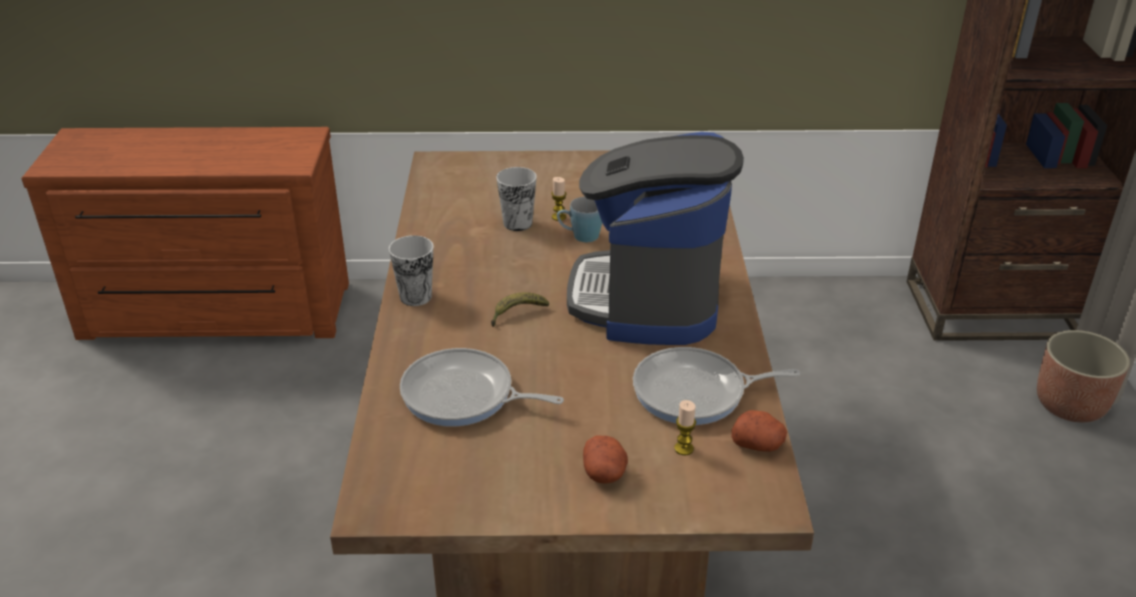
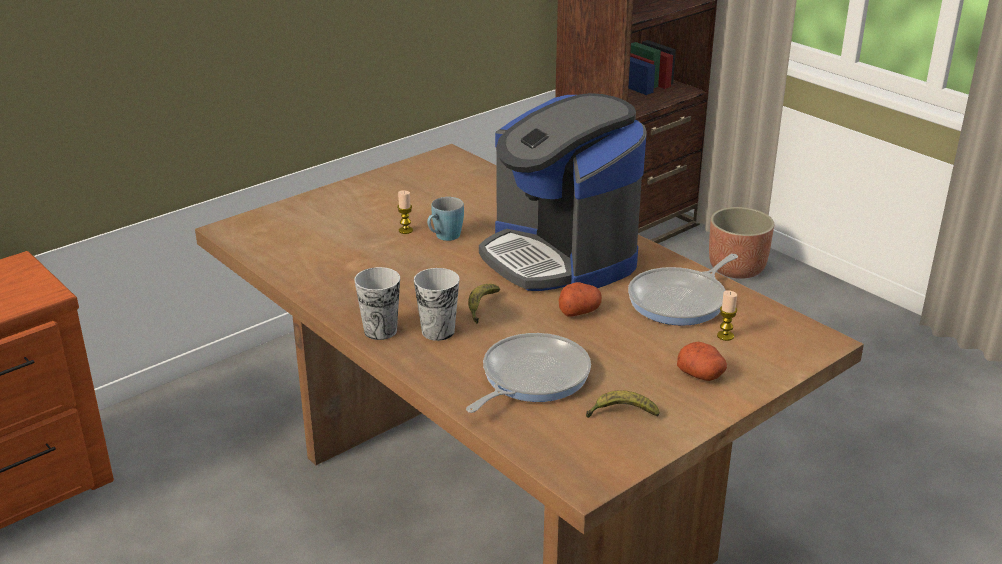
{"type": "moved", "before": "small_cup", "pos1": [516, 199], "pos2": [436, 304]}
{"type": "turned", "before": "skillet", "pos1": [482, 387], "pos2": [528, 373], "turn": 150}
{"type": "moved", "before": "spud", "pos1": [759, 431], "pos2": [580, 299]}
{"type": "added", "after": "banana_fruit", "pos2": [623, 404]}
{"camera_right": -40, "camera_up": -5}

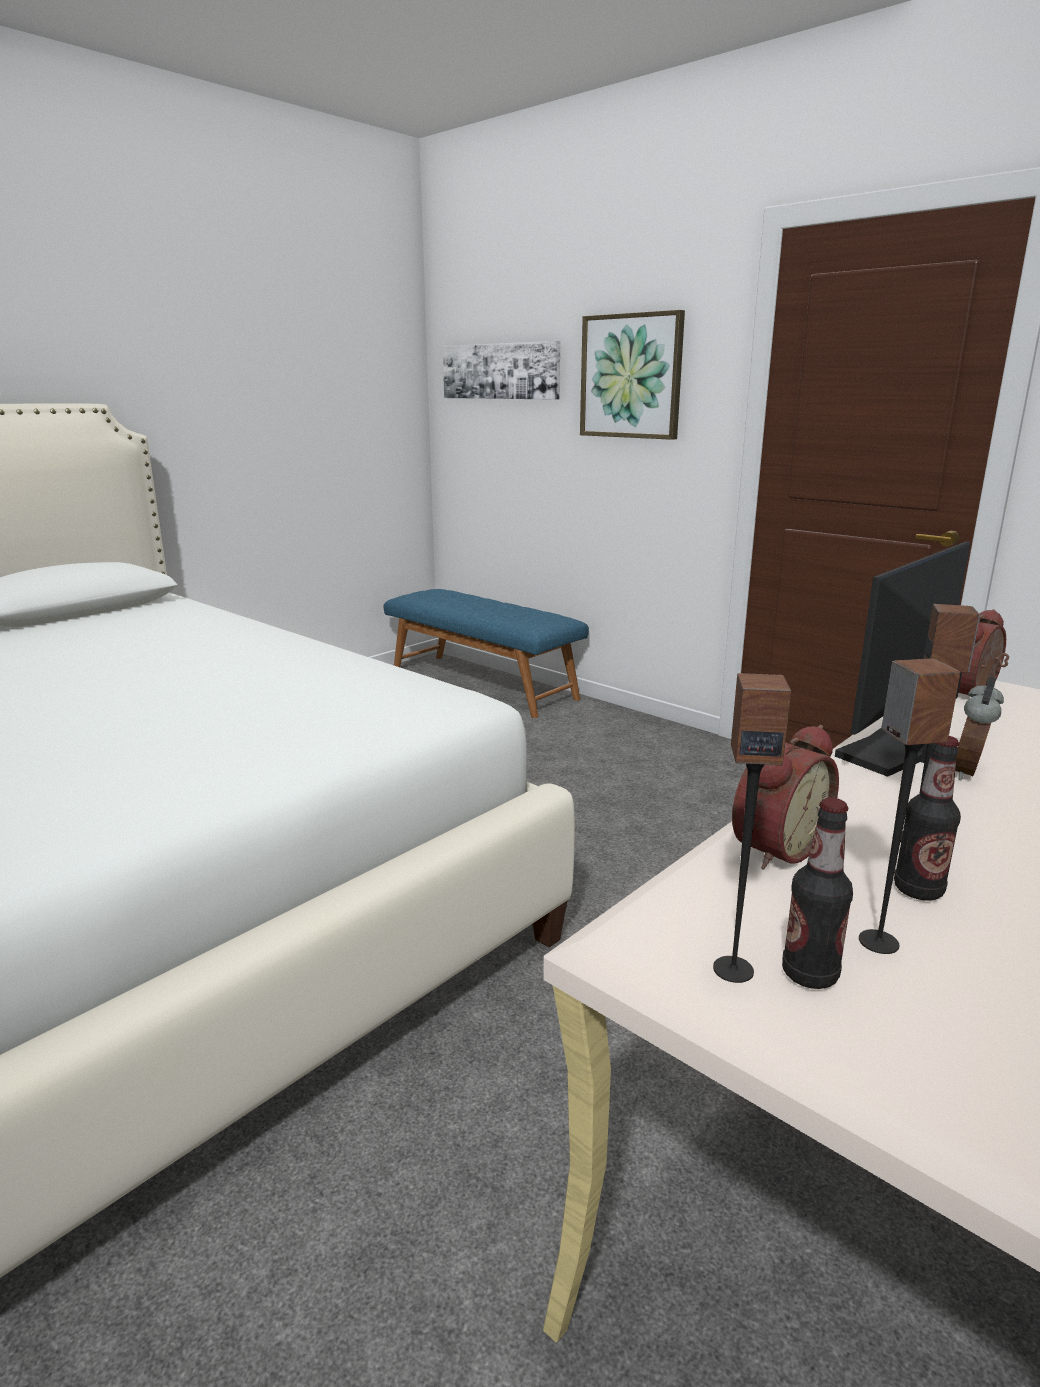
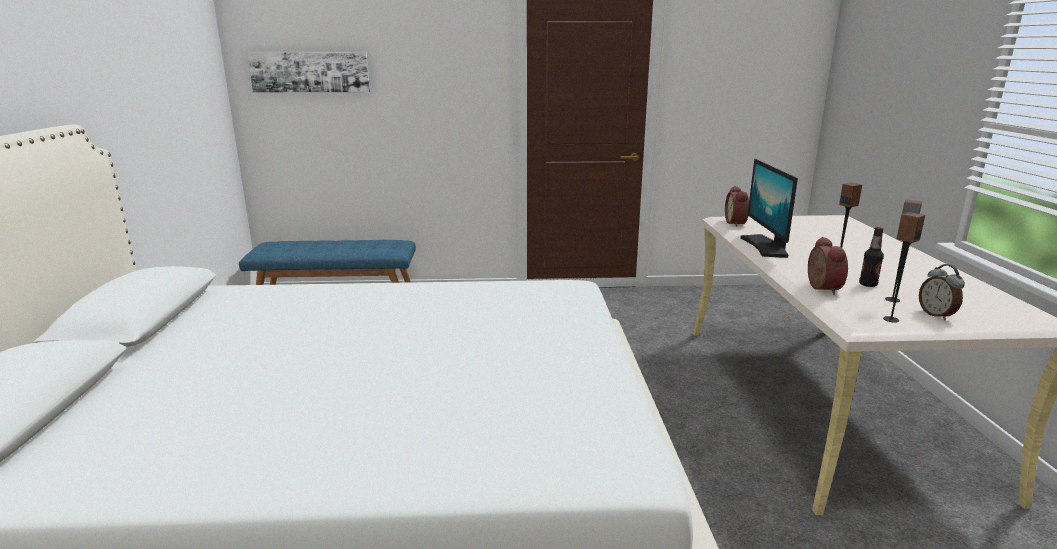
{"type": "removed", "before": "wall_art", "pos1": [632, 375]}
{"type": "moved", "before": "bedside_clock", "pos1": [979, 728], "pos2": [942, 292]}
{"type": "removed", "before": "beverage_bottle", "pos1": [817, 893]}
{"camera_right": -45, "camera_up": 0}

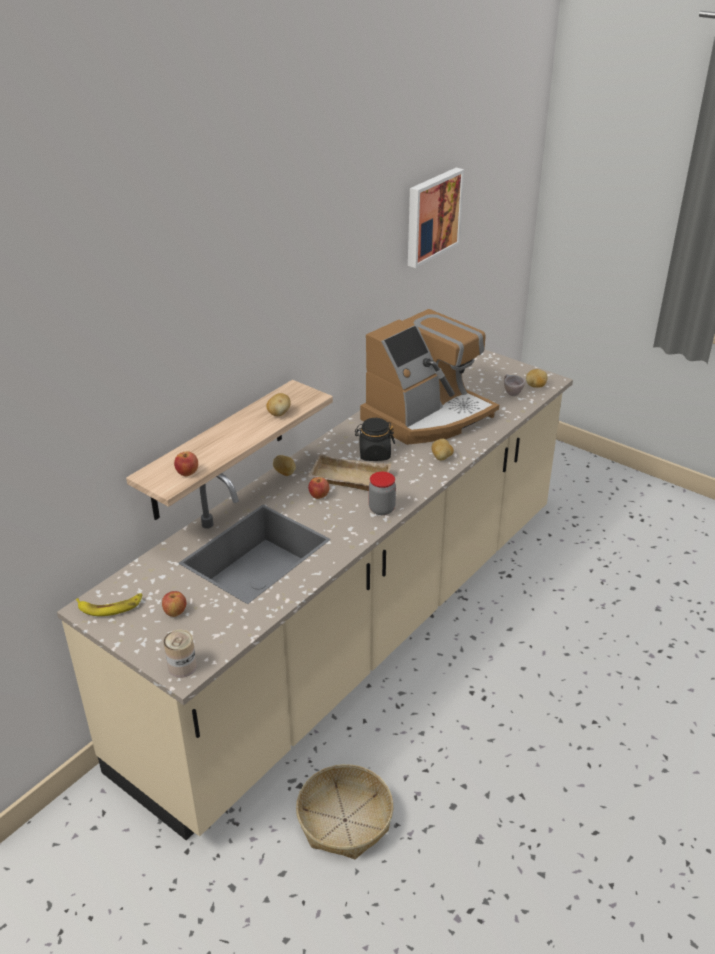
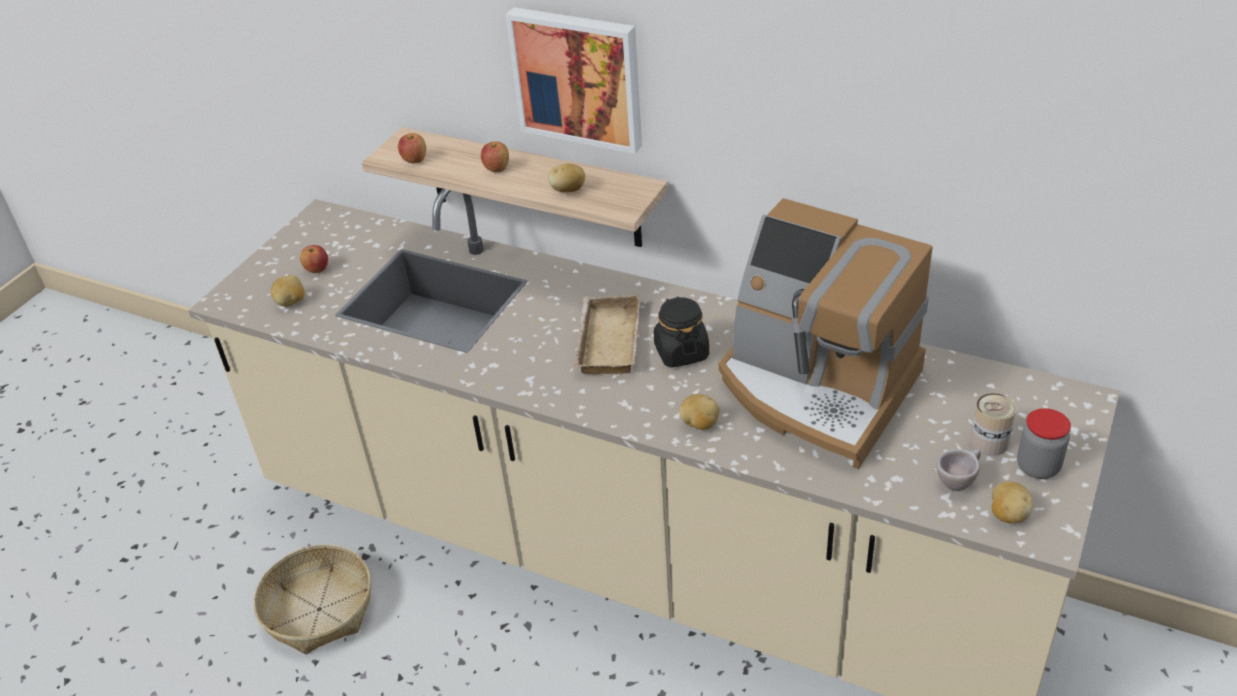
{"type": "moved", "before": "wall_art", "pos1": [436, 218], "pos2": [573, 80]}
{"type": "moved", "before": "spud", "pos1": [284, 465], "pos2": [288, 291]}
{"type": "moved", "before": "storage_jar", "pos1": [382, 493], "pos2": [1044, 443]}
{"type": "moved", "before": "whole_apple", "pos1": [318, 488], "pos2": [495, 156]}
{"type": "removed", "before": "banana_fruit", "pos1": [109, 604]}
{"type": "moved", "before": "can", "pos1": [180, 654], "pos2": [993, 424]}
{"camera_right": 80, "camera_up": 5}

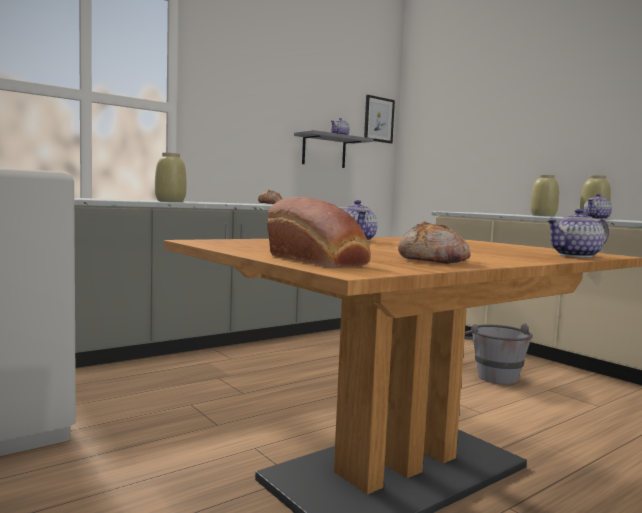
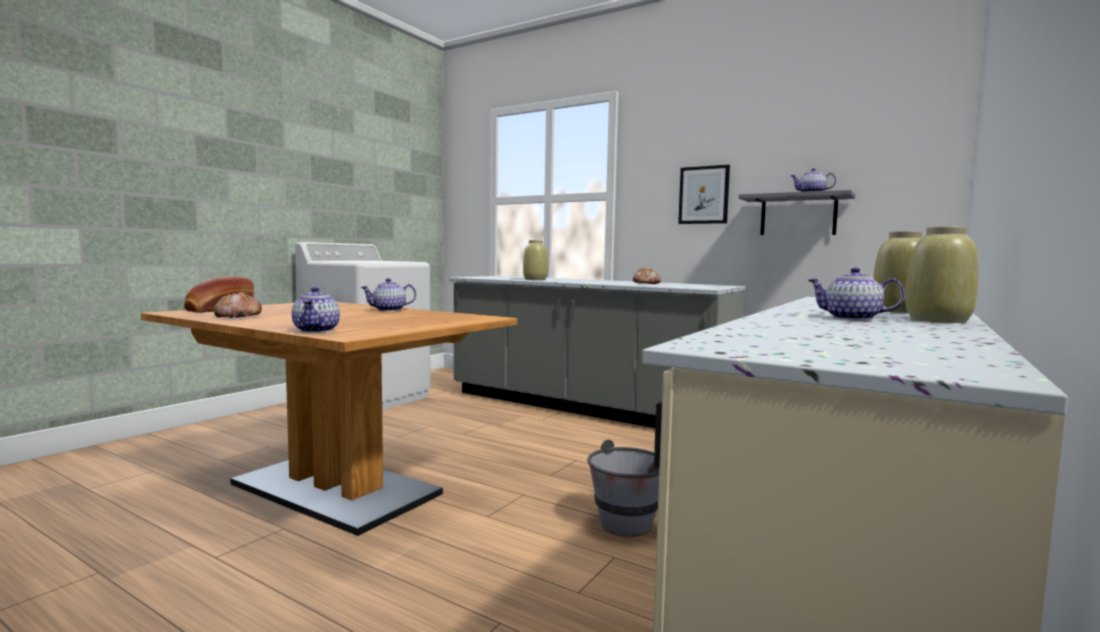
{"type": "moved", "before": "wall_art", "pos1": [379, 119], "pos2": [704, 194]}
{"type": "turned", "before": "pot_for_tea", "pos1": [577, 233], "pos2": [316, 310], "turn": -150}
{"camera_right": 70, "camera_up": 0}

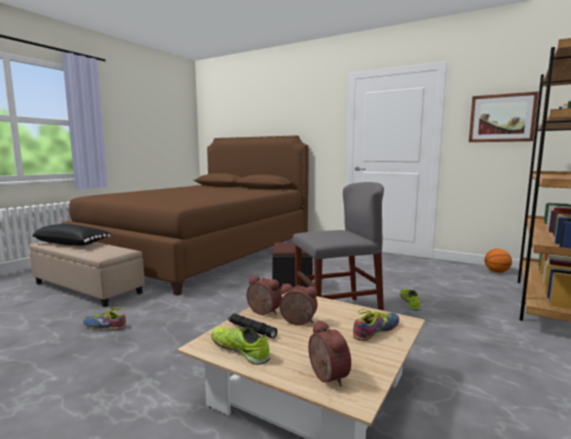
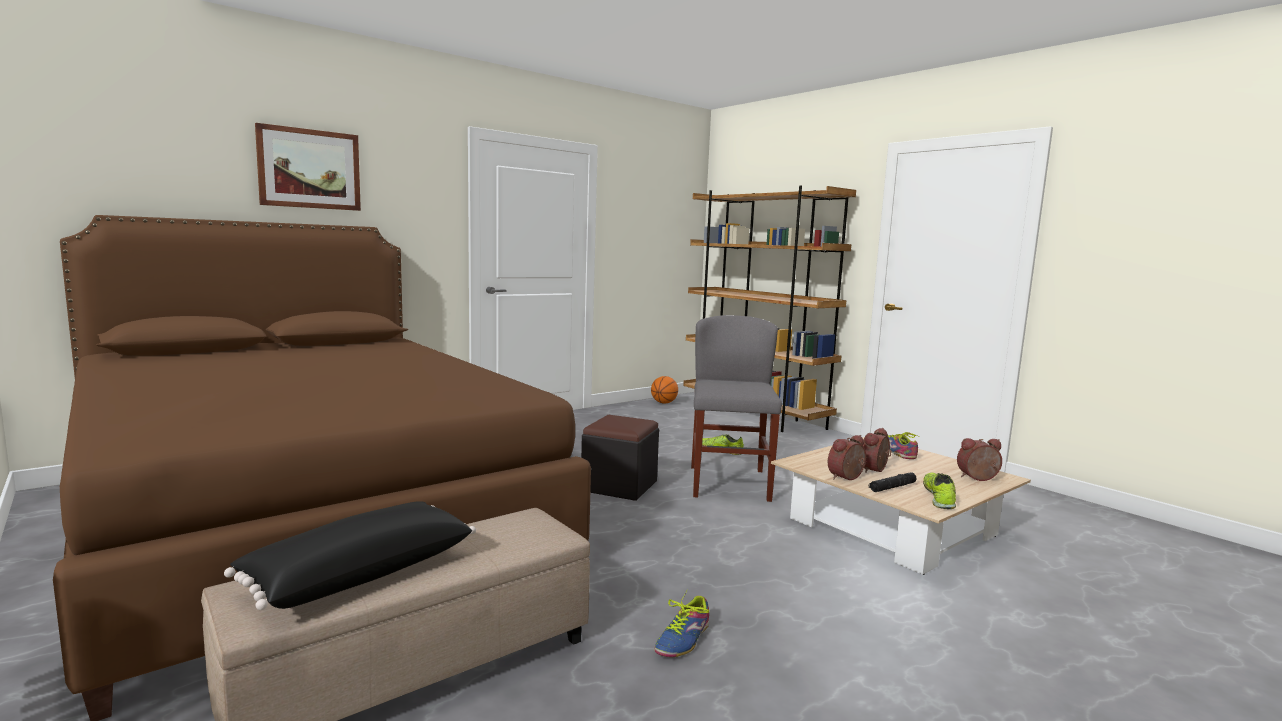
{"type": "moved", "before": "wall_art", "pos1": [504, 116], "pos2": [308, 167]}
{"type": "turned", "before": "shoe", "pos1": [240, 346], "pos2": [939, 491], "turn": 135}
{"camera_right": -70, "camera_up": 0}

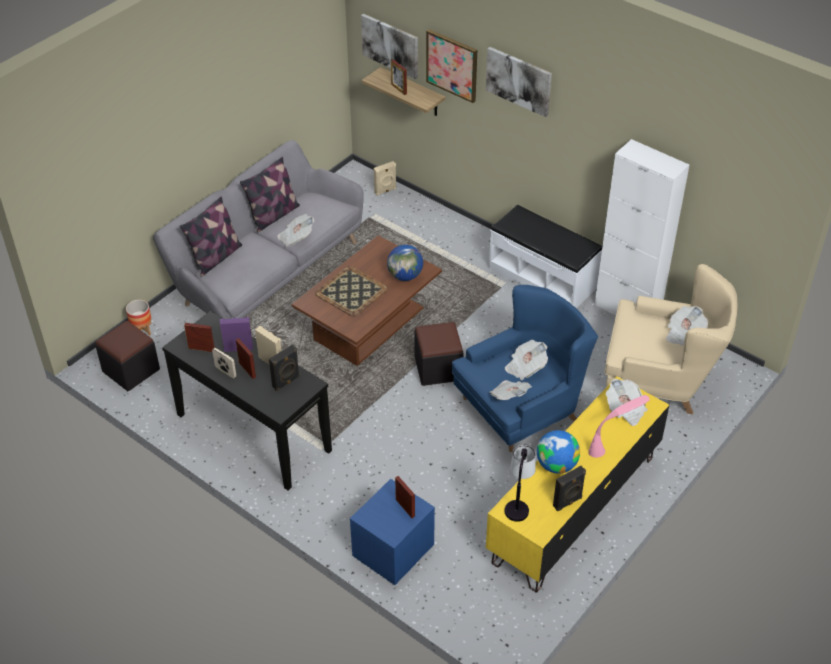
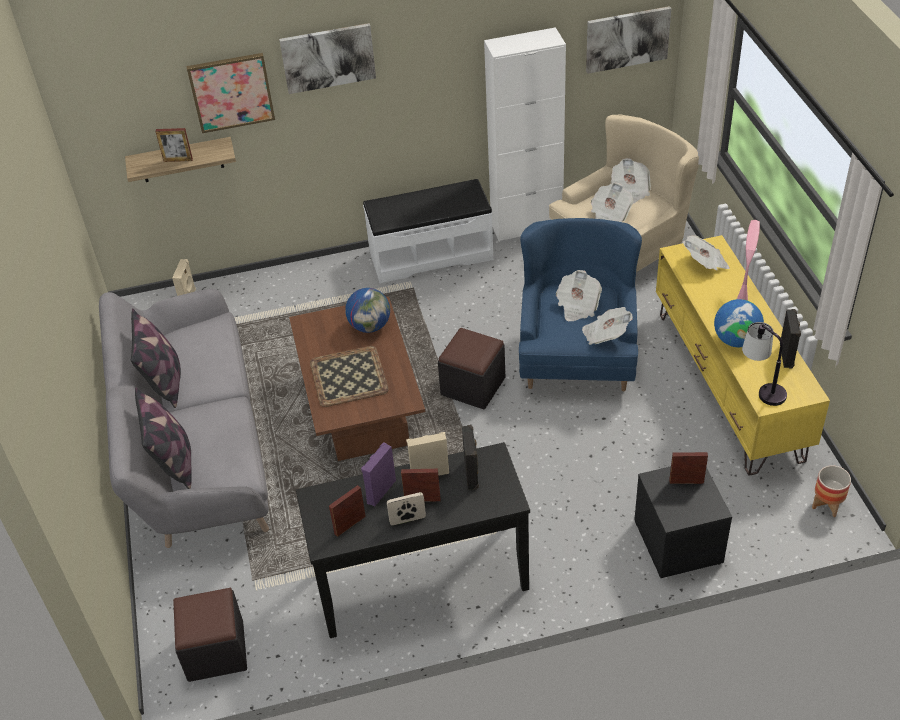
{"type": "moved", "before": "wall_art", "pos1": [389, 46], "pos2": [628, 40]}
{"type": "moved", "before": "printed_paper", "pos1": [295, 230], "pos2": [612, 202]}
{"type": "moved", "before": "flower_pot", "pos1": [139, 317], "pos2": [831, 491]}
{"type": "recoloured", "before": "blue_night_table", "after": "black-coloured_night_table", "pos1": [392, 532], "pos2": [683, 522]}
{"camera_right": -50, "camera_up": 0}

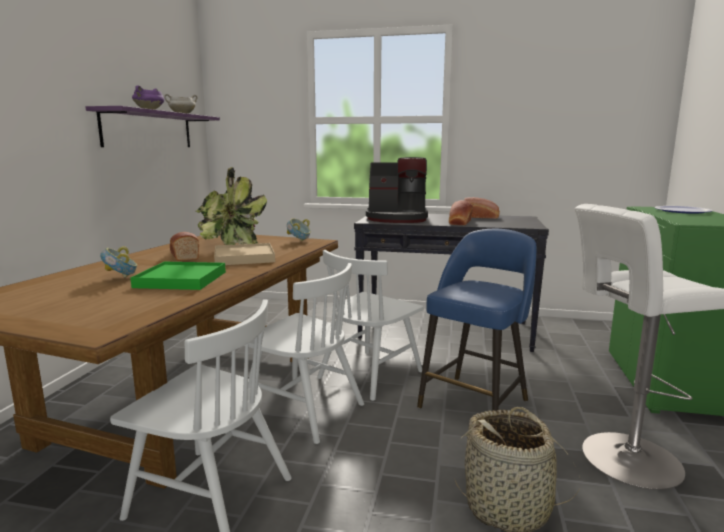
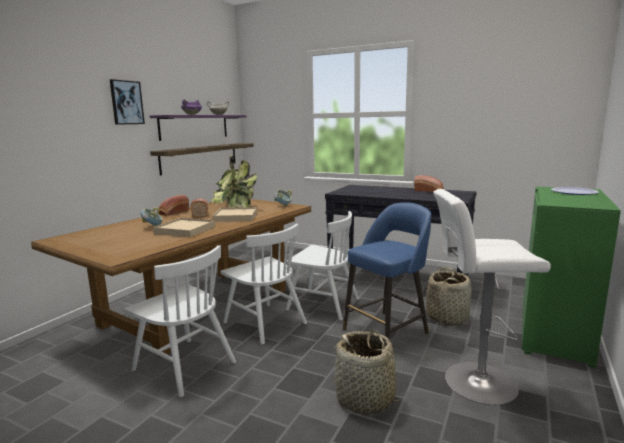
{"type": "removed", "before": "coffee_machine", "pos1": [397, 190]}
{"type": "moved", "before": "bakery_bread", "pos1": [461, 212], "pos2": [174, 205]}
{"type": "turned", "before": "white_chair", "pos1": [370, 325], "pos2": [322, 265], "turn": -120}
{"type": "recoloured", "before": "greenish_serving_tray", "after": "beige_serving_tray", "pos1": [178, 276], "pos2": [184, 227]}
{"type": "added", "after": "wall_art", "pos2": [127, 102]}
{"type": "added", "after": "bracket_shelf", "pos2": [202, 159]}
{"type": "added", "after": "storage_basket", "pos2": [449, 296]}
{"camera_right": 15, "camera_up": 0}

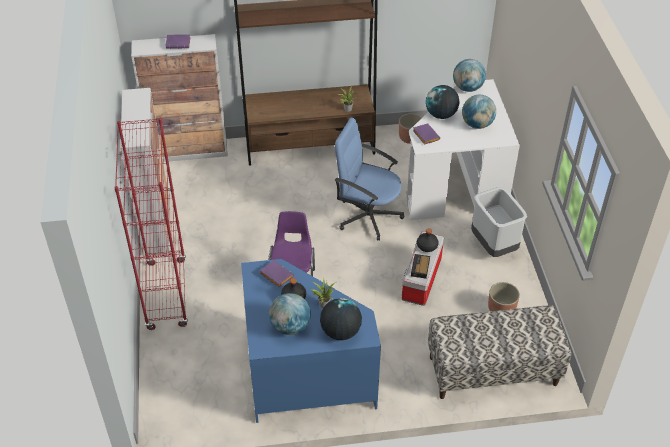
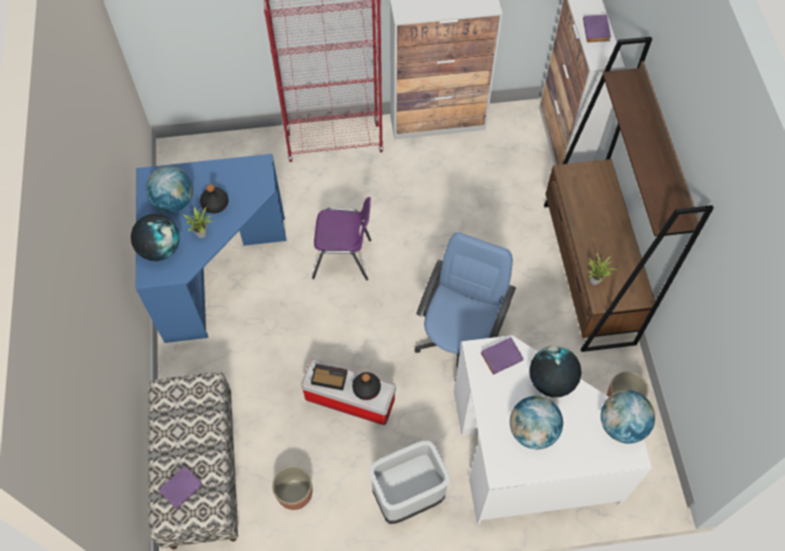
{"type": "moved", "before": "purple_bound_book", "pos1": [277, 273], "pos2": [180, 487]}
{"camera_right": 90, "camera_up": 15}

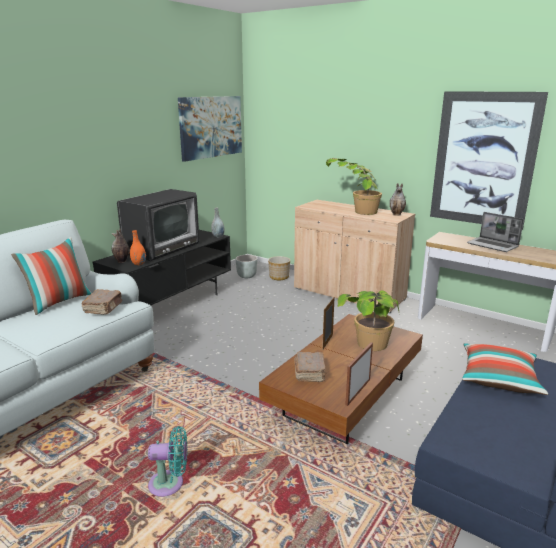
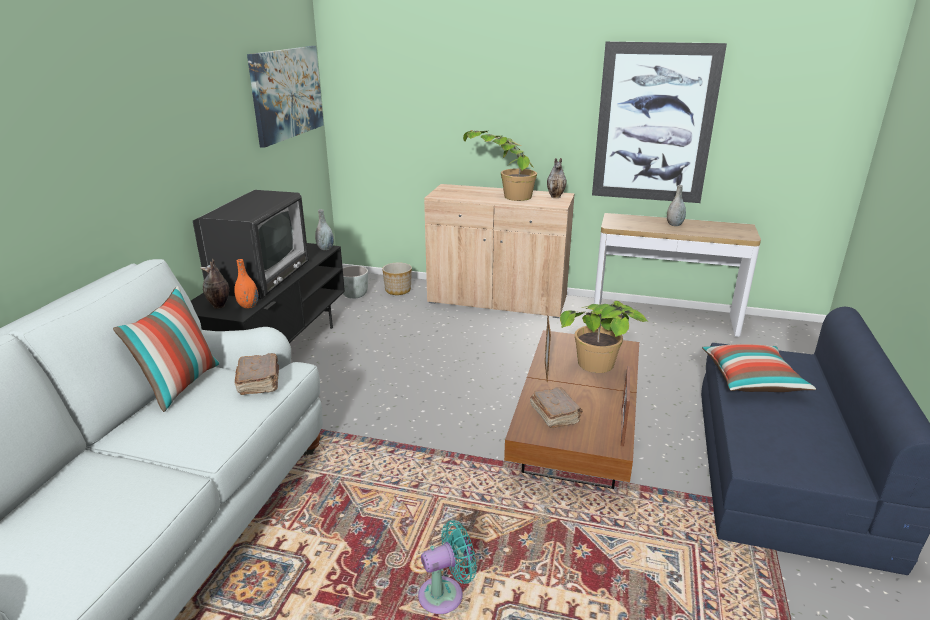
{"type": "replaced", "before": "laptop", "after": "gray_flower_vase", "pos1": [495, 232], "pos2": [676, 205]}
{"camera_right": -20, "camera_up": 5}

